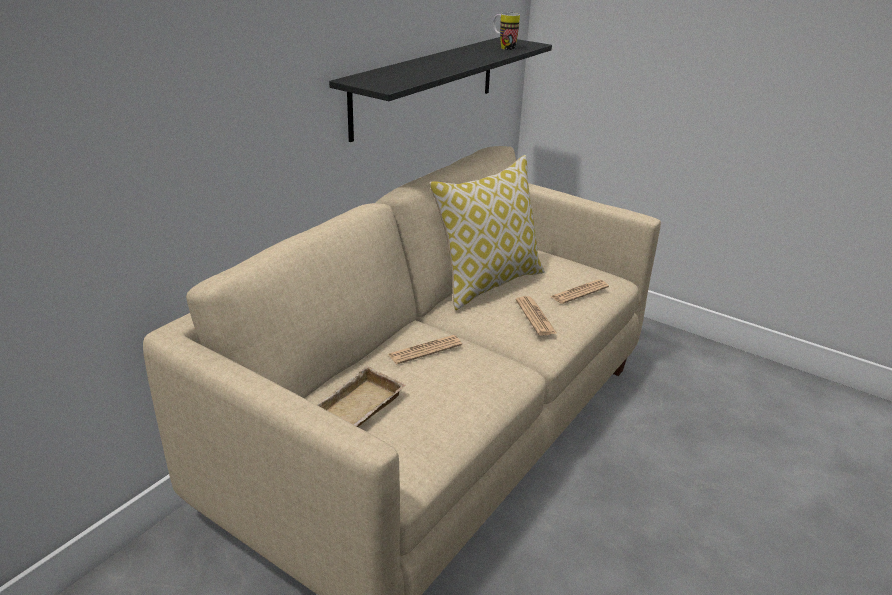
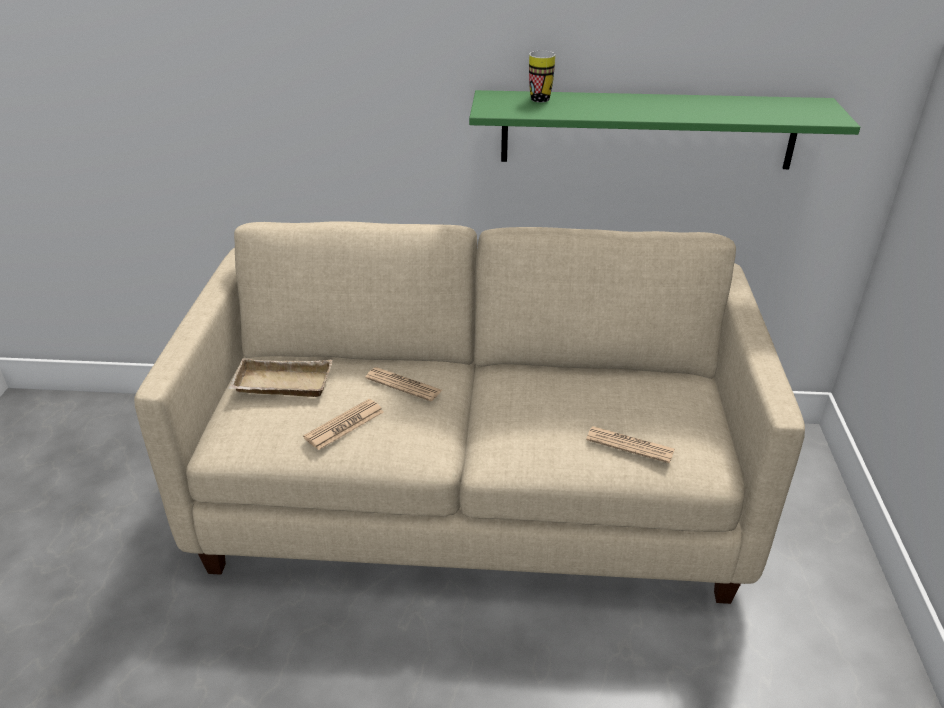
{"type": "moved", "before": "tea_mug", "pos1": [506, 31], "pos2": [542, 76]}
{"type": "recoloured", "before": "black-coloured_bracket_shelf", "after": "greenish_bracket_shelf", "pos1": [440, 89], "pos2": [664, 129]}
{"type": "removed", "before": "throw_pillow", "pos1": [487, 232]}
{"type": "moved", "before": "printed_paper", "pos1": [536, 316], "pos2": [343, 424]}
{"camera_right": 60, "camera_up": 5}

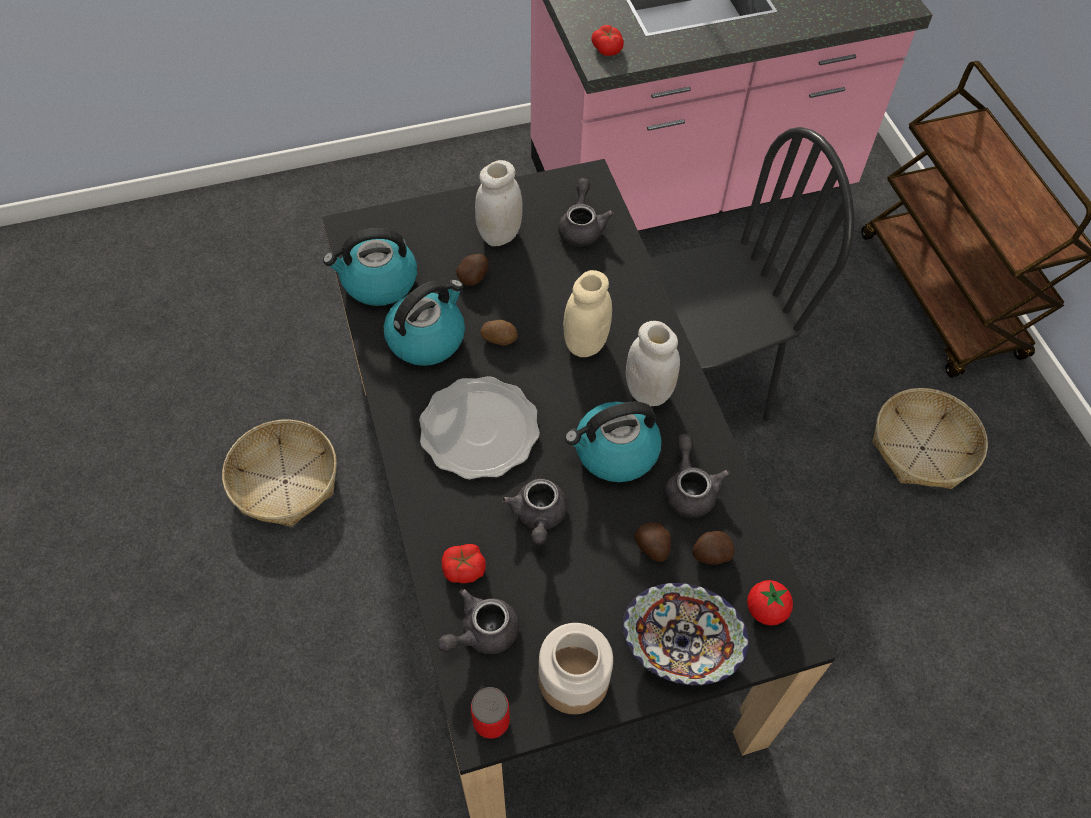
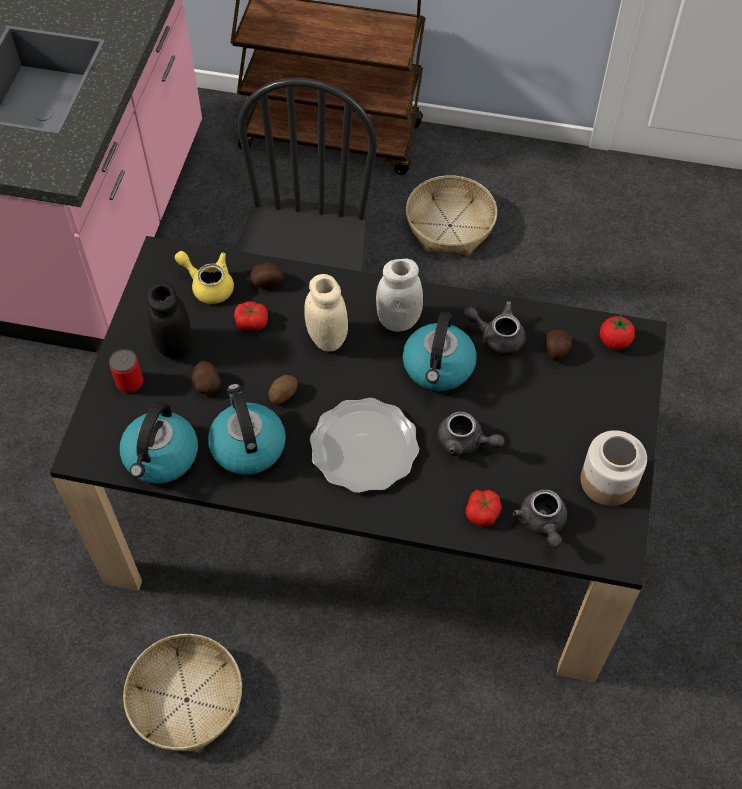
{"type": "moved", "before": "whole_tomato", "pos1": [607, 40], "pos2": [251, 315]}
{"type": "recoloured", "before": "white_storage_jar", "after": "black-coloured_storage_jar", "pos1": [499, 203], "pos2": [169, 320]}
{"type": "recoloured", "before": "gray_pot_for_tea", "after": "yellowish_pot_for_tea", "pos1": [586, 212], "pos2": [204, 277]}
{"type": "moved", "before": "spud", "pos1": [653, 542], "pos2": [266, 274]}
{"type": "removed", "before": "serving_bowl", "pos1": [685, 634]}
{"type": "moved", "before": "can", "pos1": [490, 713], "pos2": [126, 371]}
{"camera_right": -60, "camera_up": 0}

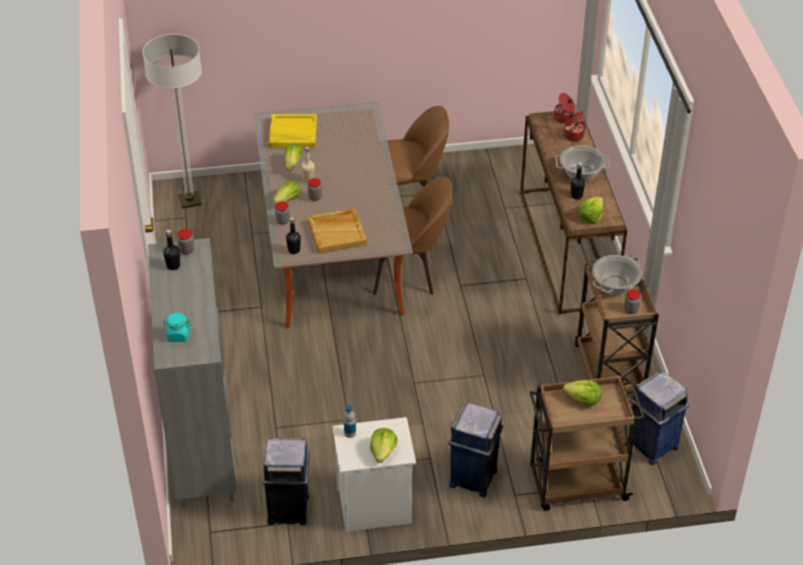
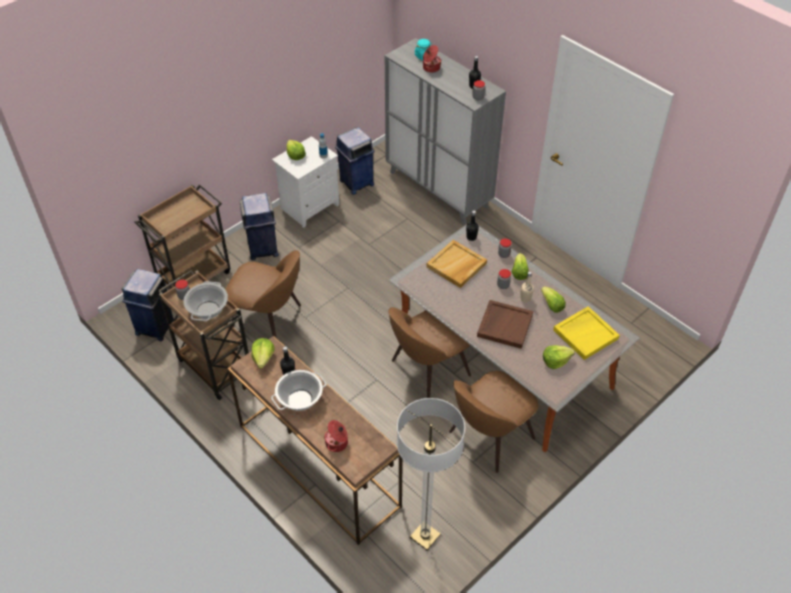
{"type": "moved", "before": "floor_lamp", "pos1": [172, 121], "pos2": [431, 474]}
{"type": "moved", "before": "stockpot", "pos1": [565, 108], "pos2": [432, 59]}
{"type": "moved", "before": "lettuce_head", "pos1": [582, 393], "pos2": [559, 357]}
{"type": "added", "after": "brown-coloured_chair", "pos2": [263, 293]}
{"type": "added", "after": "brown-coloured_serving_tray", "pos2": [505, 324]}
{"camera_right": 145, "camera_up": 5}

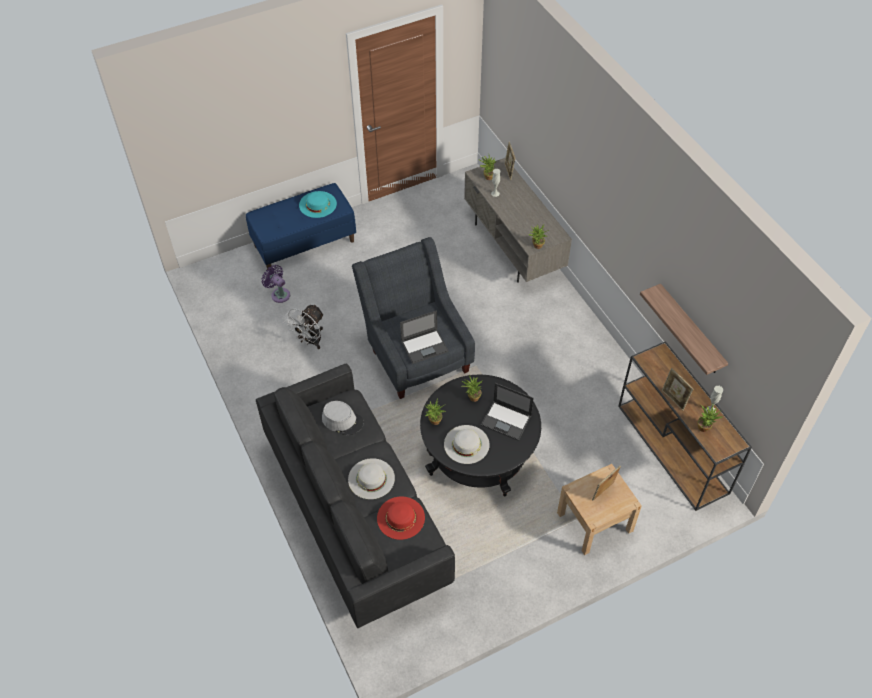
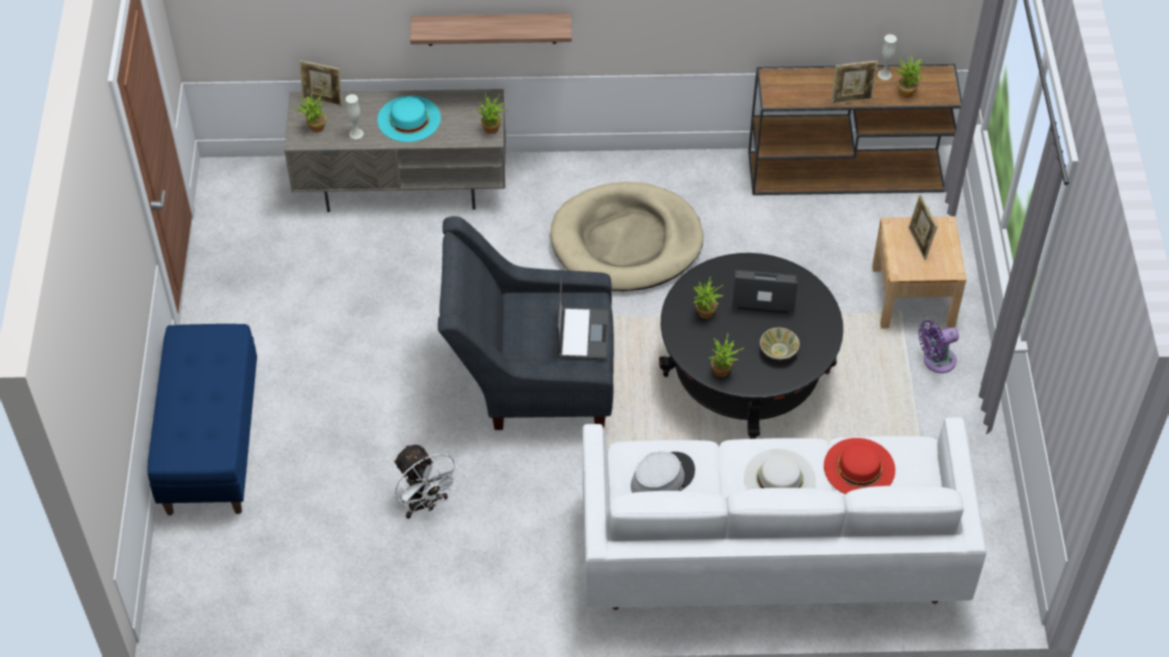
{"type": "moved", "before": "blue-green_hat", "pos1": [318, 204], "pos2": [409, 119]}
{"type": "moved", "before": "purple_electric_fan", "pos1": [276, 284], "pos2": [938, 346]}
{"type": "moved", "before": "bracket_shelf", "pos1": [684, 329], "pos2": [491, 29]}
{"type": "recoloured", "before": "black-coloured_settee", "after": "white_settee", "pos1": [355, 496], "pos2": [785, 513]}
{"type": "turned", "before": "laptop", "pos1": [507, 412], "pos2": [765, 292], "turn": -135}
{"type": "replaced", "before": "white_hat", "after": "beige_serving_bowl", "pos1": [467, 444], "pos2": [780, 344]}
{"type": "added", "after": "beige_dog_bed", "pos2": [626, 236]}
{"camera_right": -65, "camera_up": 0}

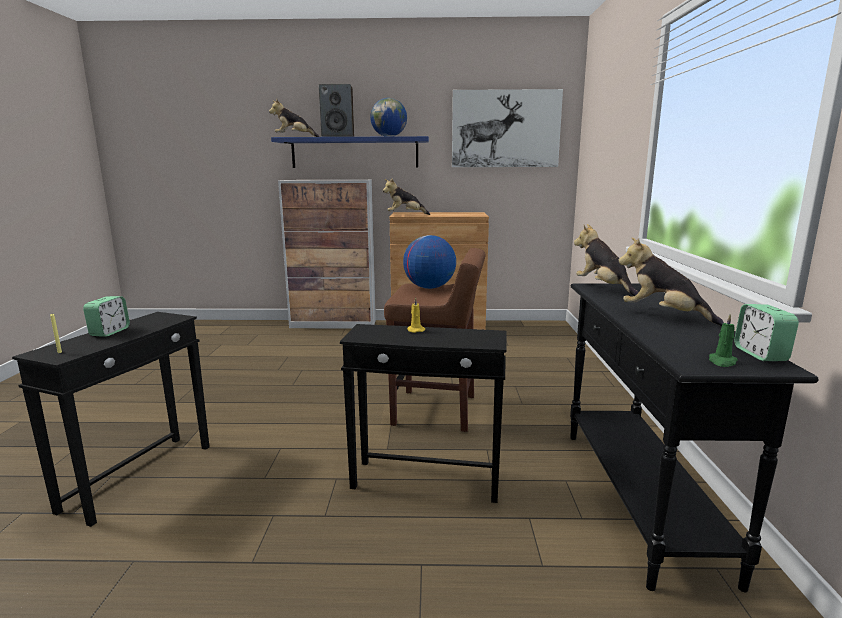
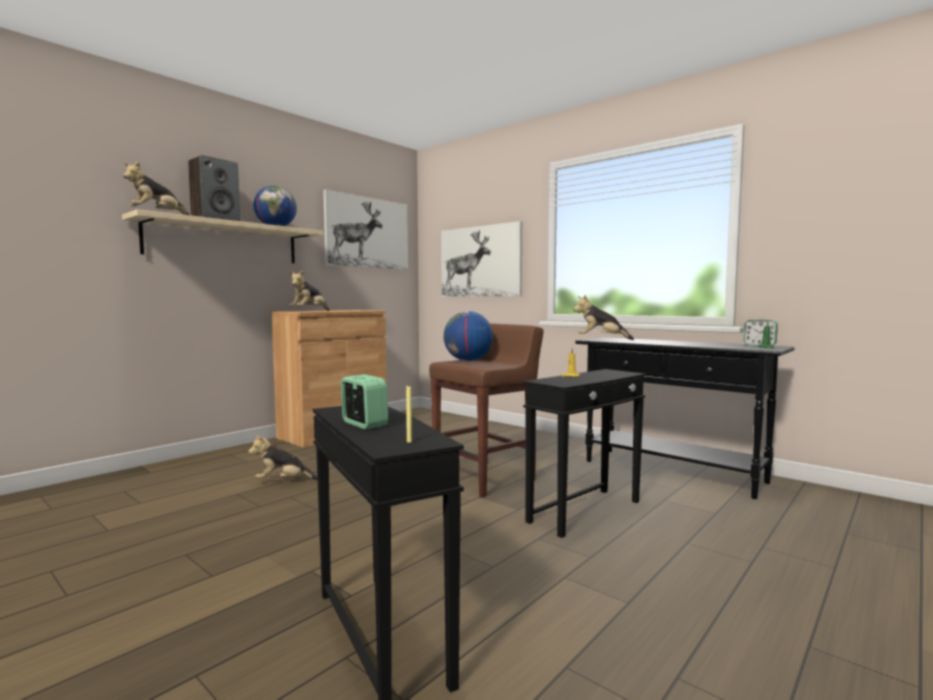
{"type": "recoloured", "before": "blue_bracket_shelf", "after": "beige_bracket_shelf", "pos1": [350, 152], "pos2": [222, 236]}
{"type": "removed", "before": "cupboard", "pos1": [327, 254]}
{"type": "moved", "before": "soft_toy", "pos1": [671, 282], "pos2": [283, 457]}
{"type": "added", "after": "wall_art", "pos2": [481, 259]}
{"camera_right": -50, "camera_up": -10}

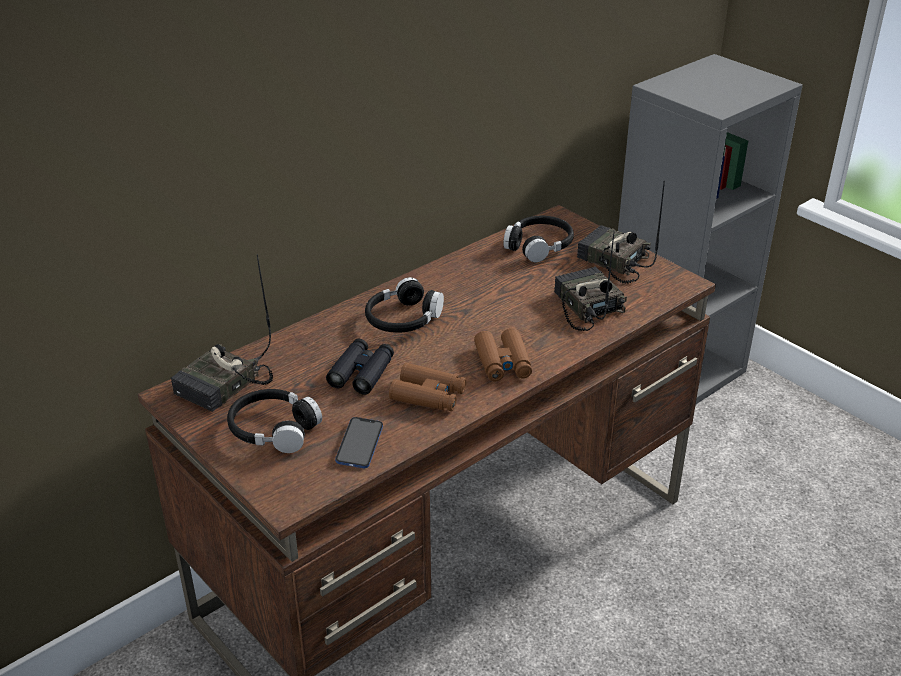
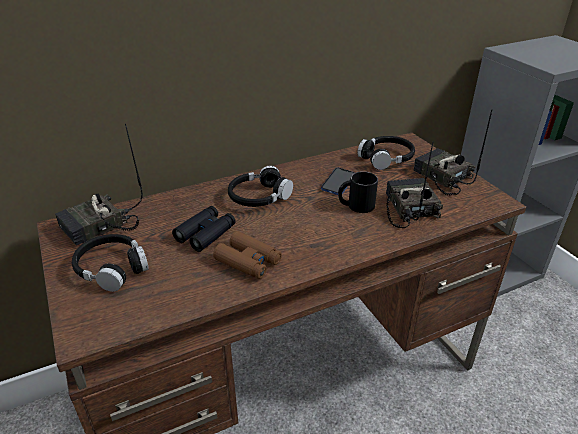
{"type": "removed", "before": "brown-coloured_pair_of_binoculars", "pos1": [503, 354]}
{"type": "moved", "before": "phone", "pos1": [359, 442], "pos2": [338, 181]}
{"type": "added", "after": "black-coloured_tea_mug", "pos2": [358, 192]}
{"camera_right": 15, "camera_up": 0}

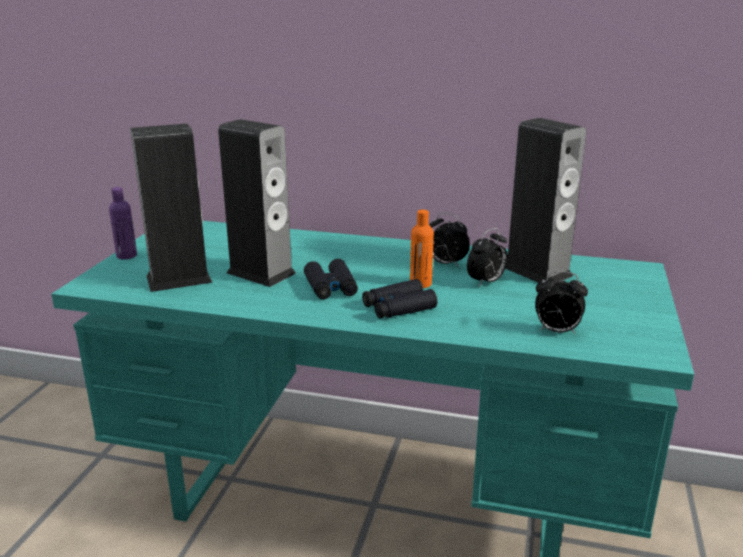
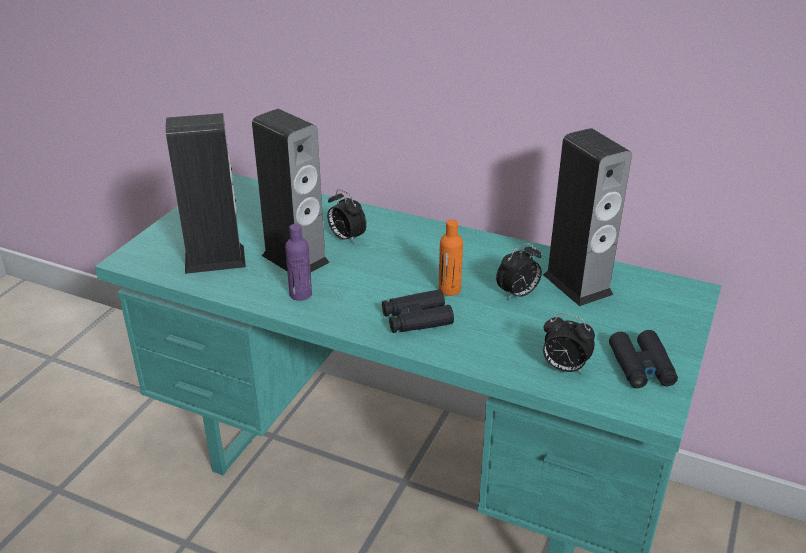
{"type": "moved", "before": "purple_beverage_bottle", "pos1": [123, 223], "pos2": [298, 262]}
{"type": "moved", "before": "bedside_clock", "pos1": [449, 240], "pos2": [347, 216]}
{"type": "moved", "before": "black-coloured_pair_of_binoculars", "pos1": [331, 279], "pos2": [643, 359]}
{"camera_right": 10, "camera_up": 10}

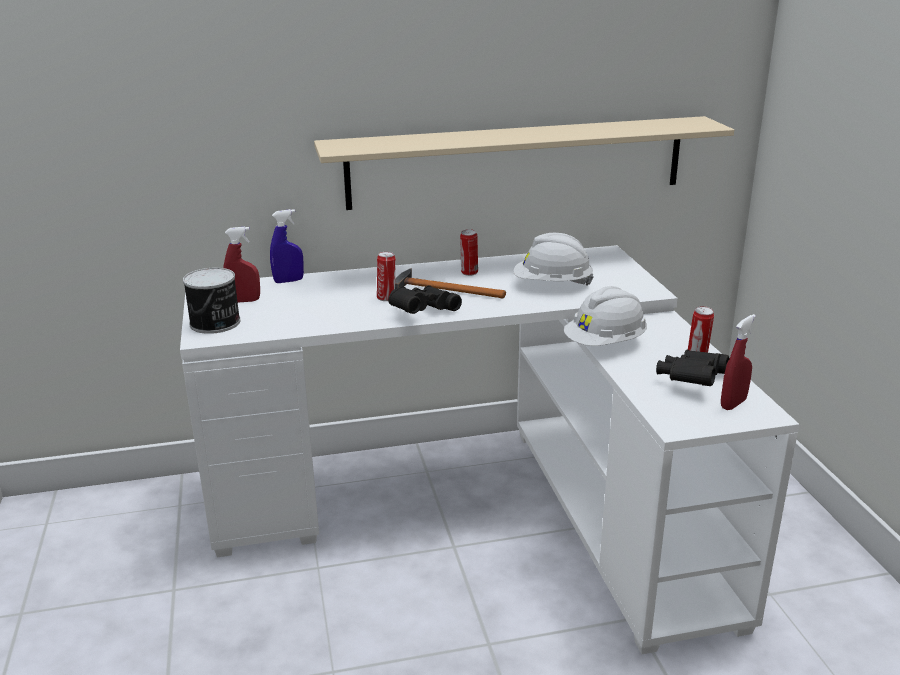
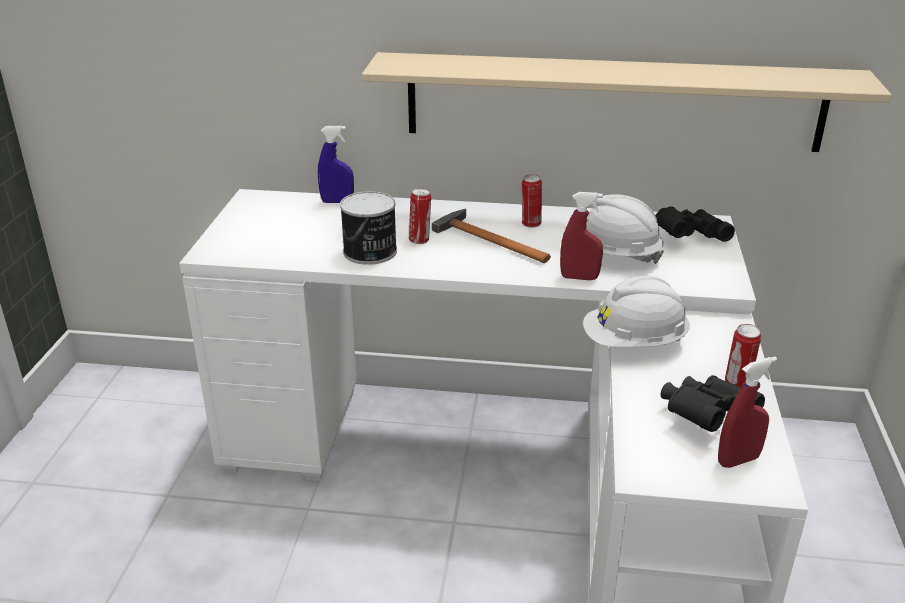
{"type": "moved", "before": "red-coloured_spray_bottle", "pos1": [242, 264], "pos2": [581, 236]}
{"type": "moved", "before": "can", "pos1": [211, 301], "pos2": [368, 228]}
{"type": "moved", "before": "black-coloured_pair_of_binoculars", "pos1": [425, 299], "pos2": [695, 224]}
{"camera_right": 20, "camera_up": 5}

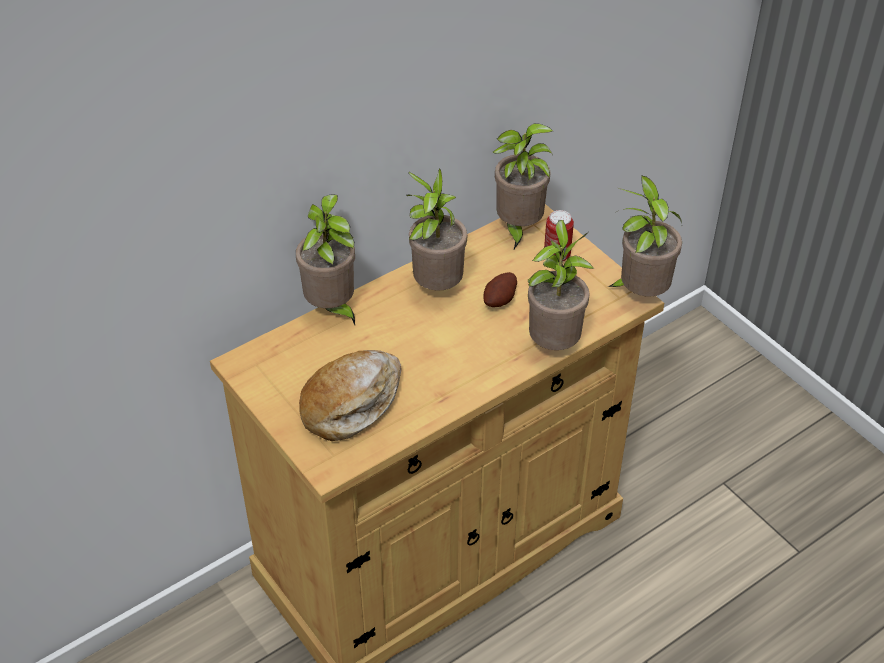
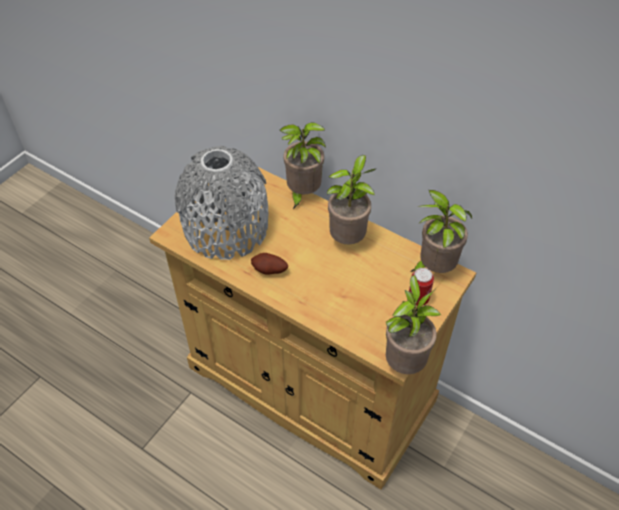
{"type": "removed", "before": "houseplant", "pos1": [561, 285]}
{"type": "moved", "before": "spud", "pos1": [500, 289], "pos2": [269, 264]}
{"type": "replaced", "before": "bakery_bread", "after": "gray_flower_vase", "pos1": [350, 395], "pos2": [221, 203]}
{"camera_right": 70, "camera_up": 5}

